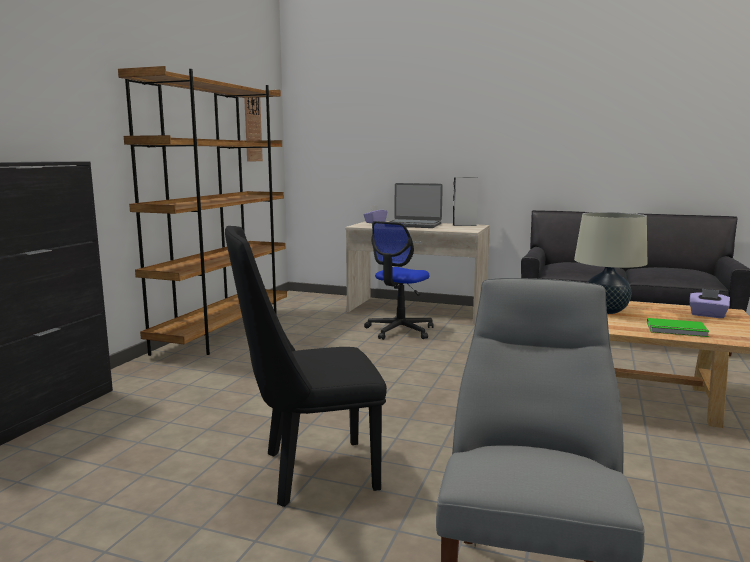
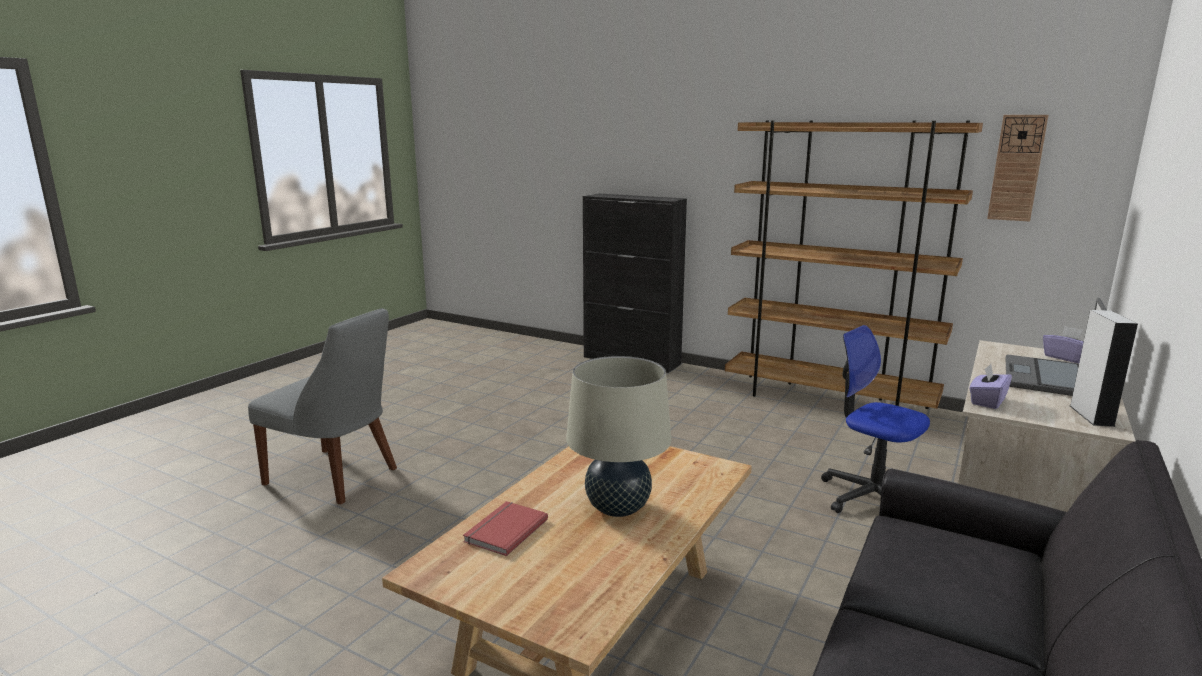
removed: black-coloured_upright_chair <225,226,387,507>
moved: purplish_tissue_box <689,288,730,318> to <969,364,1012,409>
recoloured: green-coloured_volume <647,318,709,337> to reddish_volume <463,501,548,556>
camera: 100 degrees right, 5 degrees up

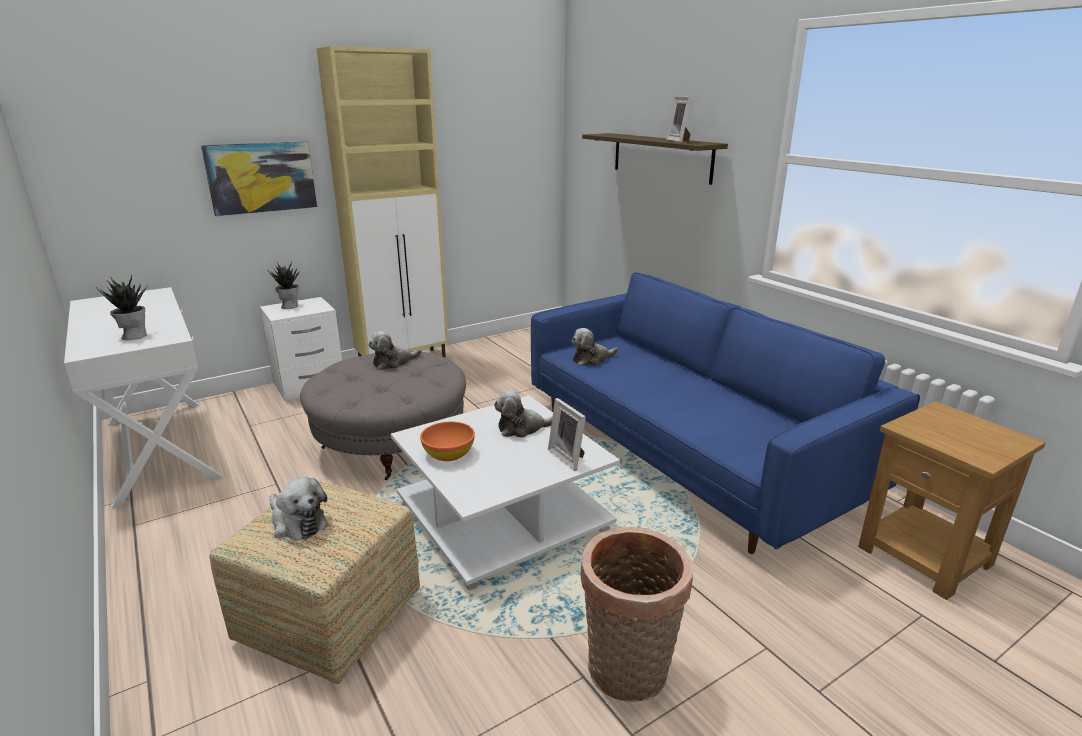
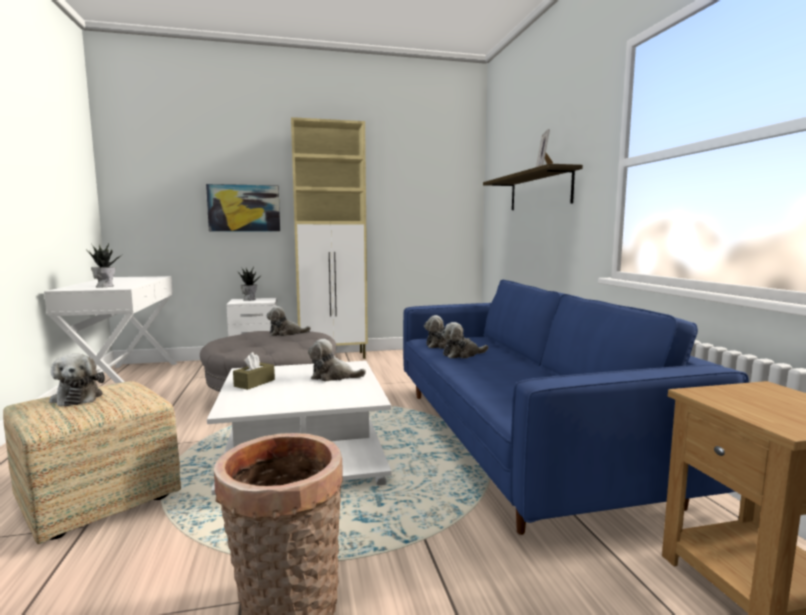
removed: picture_frame <548,398,586,471>
added: cuddly_toy <442,322,488,358>
replaced: orangey_serving_bowl <420,421,475,461> to brown-coloured_tissue_box <233,352,275,390>
camera: 20 degrees right, 15 degrees down

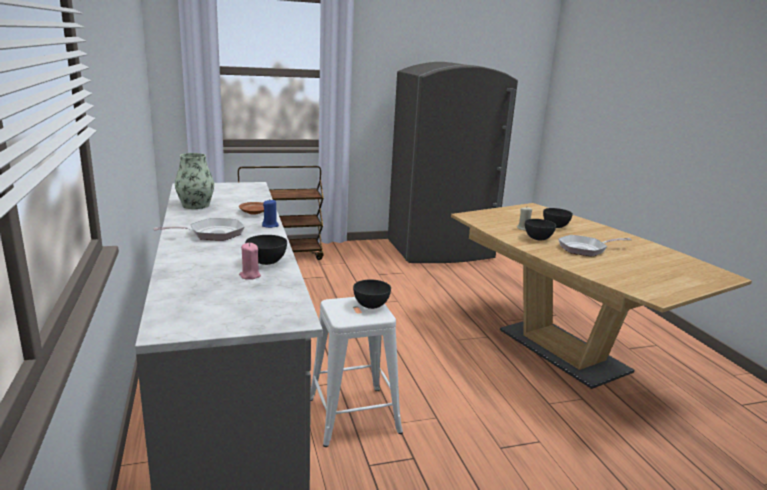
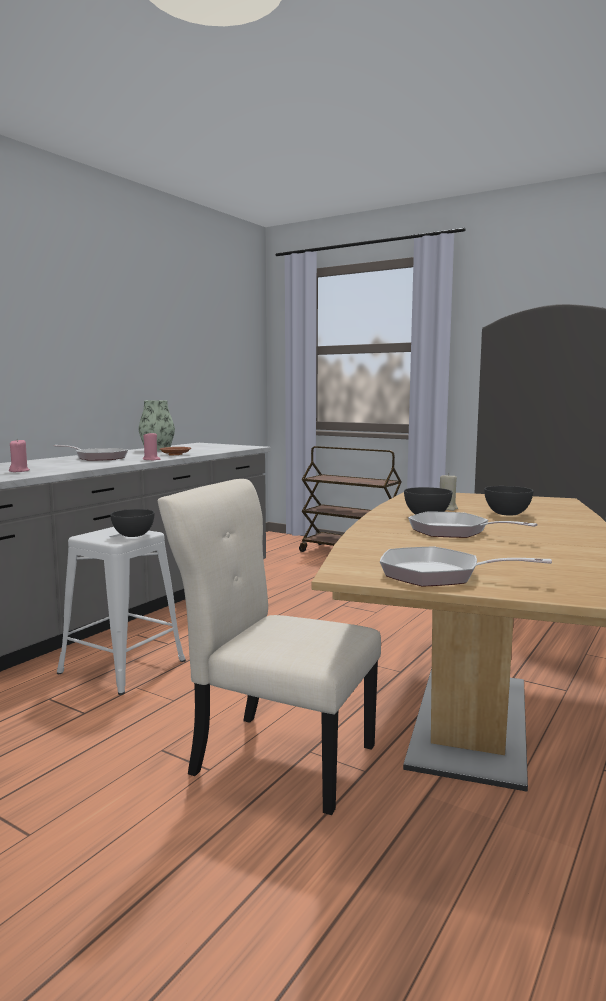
removed: grey_serving_bowl <245,235,287,265>
added: beige-coloured_upright_chair <157,479,381,815>; frying_pan <380,547,552,587>
recoloured: bluish_candle <262,200,279,228> to pinkish_candle <143,433,160,460>
camera: 50 degrees right, 10 degrees down

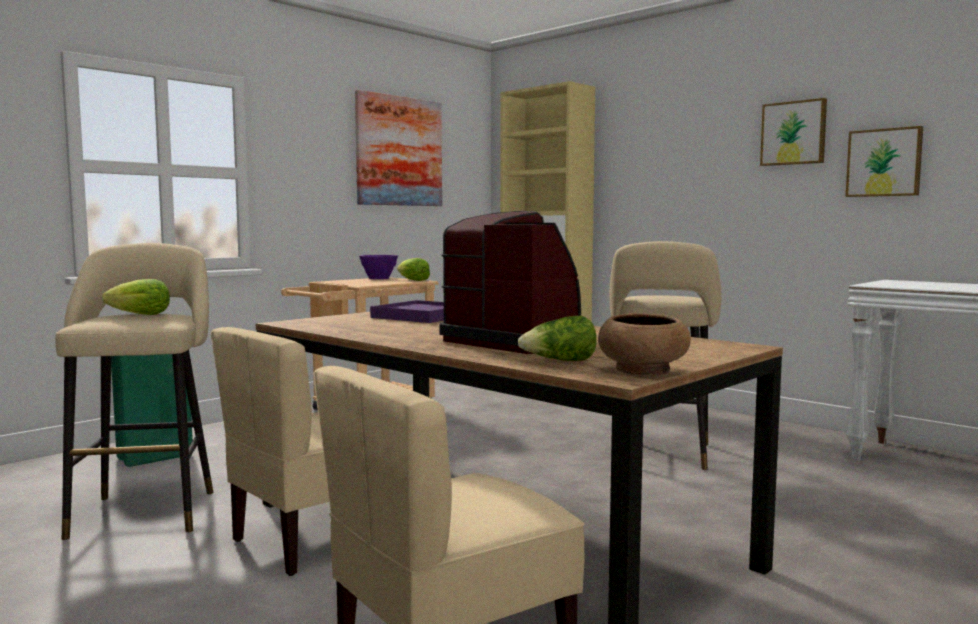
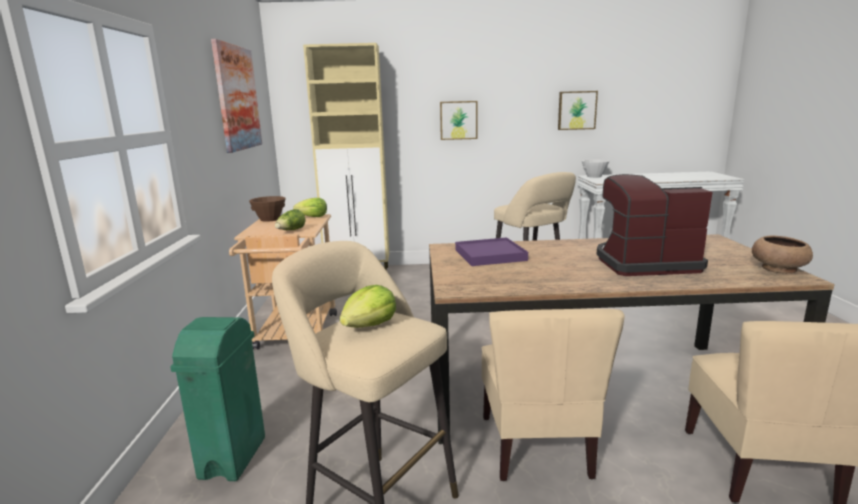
added: whitish_serving_bowl <582,160,609,178>
moved: lettuce_head <518,316,597,361> to <275,209,306,230>; picture <760,98,827,166> to <440,101,478,140>
recoloured: purplish_serving_bowl <359,255,398,279> to brown-coloured_serving_bowl <249,196,286,222>
camera: 45 degrees left, 10 degrees up

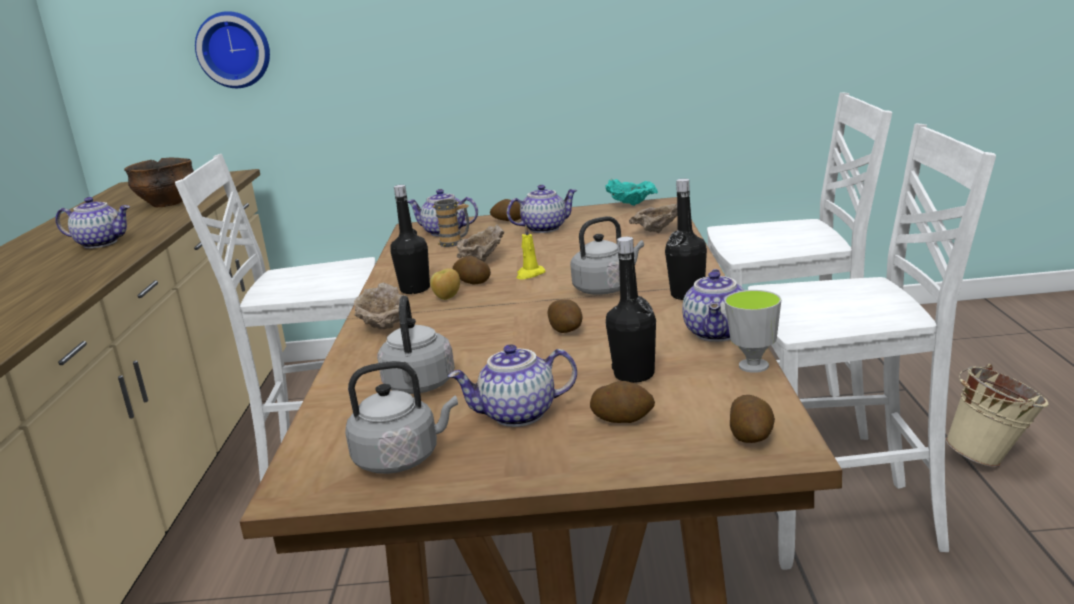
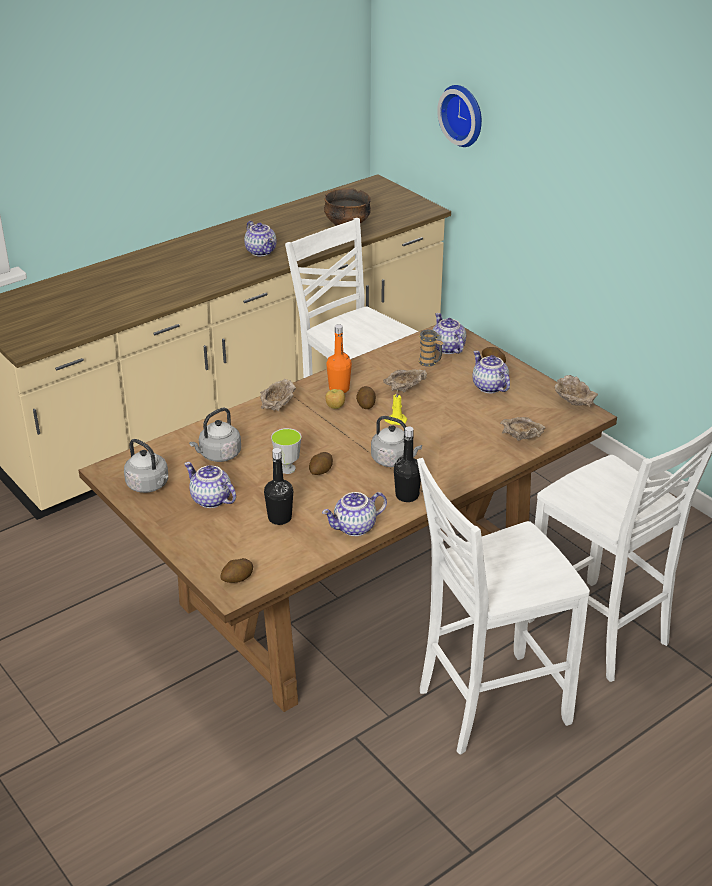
removed: potato <590,381,655,423>; beige-coloured_water_bucket <945,364,1049,467>
moved: cup <724,290,781,373> to <271,428,301,474>
recoloured: black-coloured_beverage_bottle <390,185,430,294> to orangey_beverage_bottle <326,324,352,393>; turquoise-coloured_serving_bowl <605,178,658,206> to beige-coloured_serving_bowl <555,375,598,407>
turned: whitish_upright_chair <748,124,996,570> = <417,458,590,755> 105 degrees clockwise; tea_pot <507,185,577,233> = <473,351,510,393> 150 degrees counterclockwise
camera: 50 degrees right, 15 degrees up

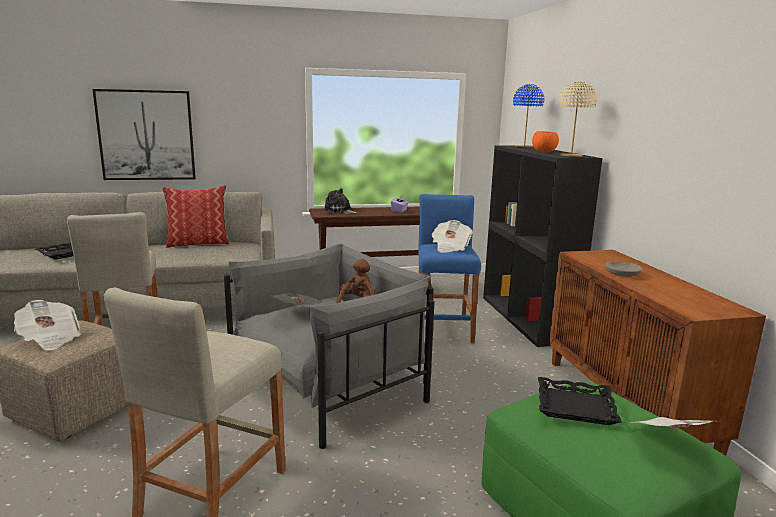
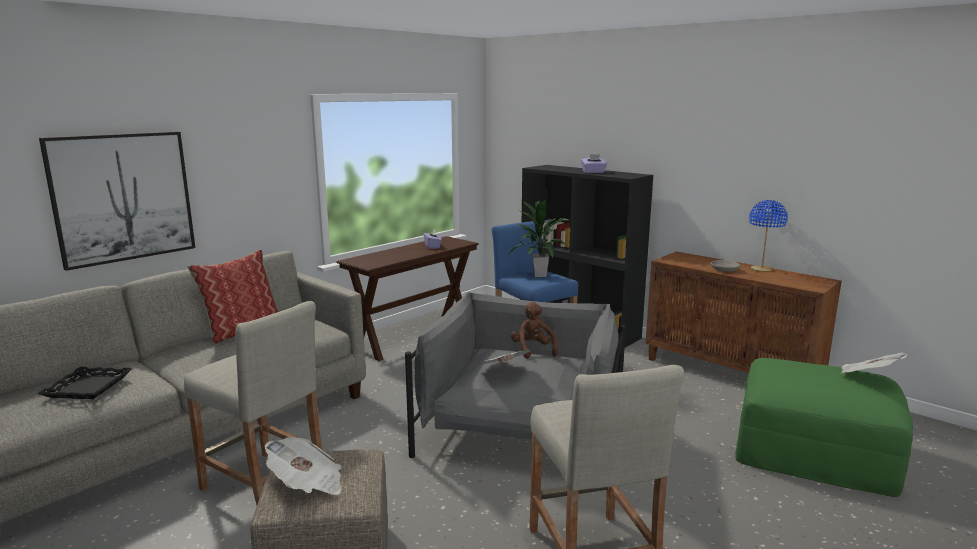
removed: cuddly_toy <324,188,359,214>; black-coloured_carrying_tray <538,377,622,425>; beige-coloured_lamp_for_a_table <559,81,597,157>
moved: bluish_lamp_for_a_table <513,84,544,147> to <749,200,788,272>
replaced: printed_paper <431,220,473,253> to potted_plant <508,199,568,277>; orangey_serving_bowl <532,131,559,152> to purplish_tissue_box <581,154,607,173>
camera: 35 degrees left, 0 degrees up

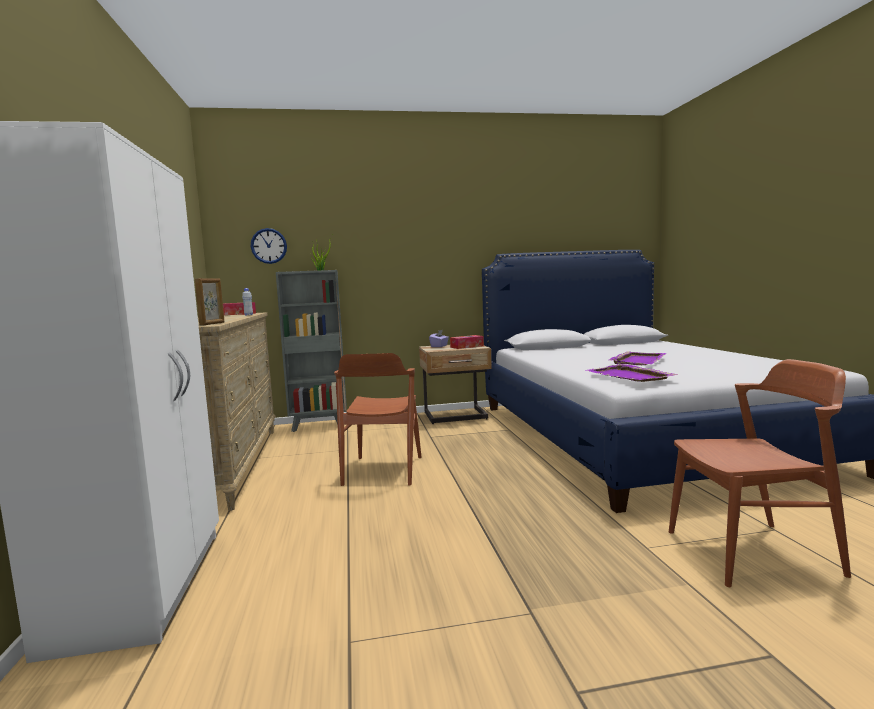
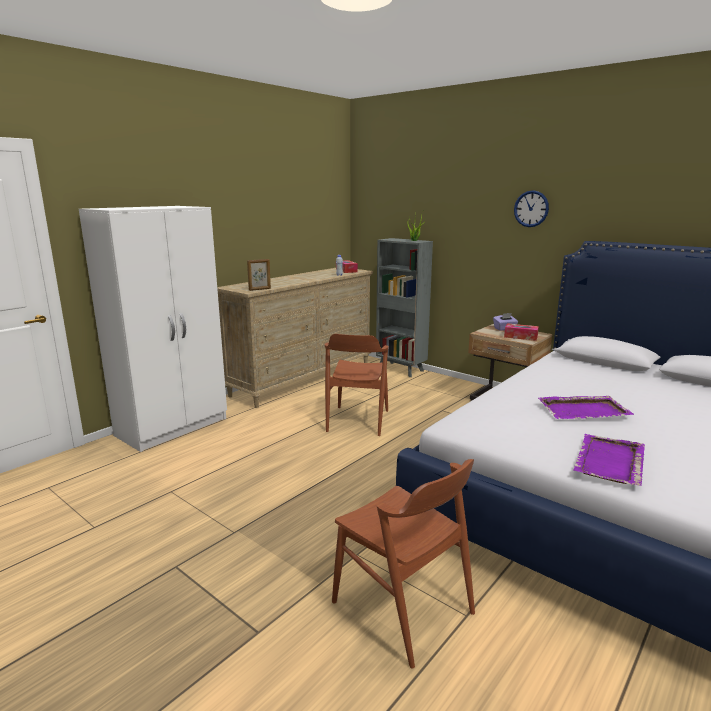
moved: wall_clock <251,228,287,264> to <514,190,549,227>; purplish_carrying_tray <587,364,678,382> to <573,434,645,486>
turned: brown-coloured_upright_chair <334,353,422,486> = <325,334,388,436> 45 degrees counterclockwise
camera: 50 degrees right, 10 degrees up

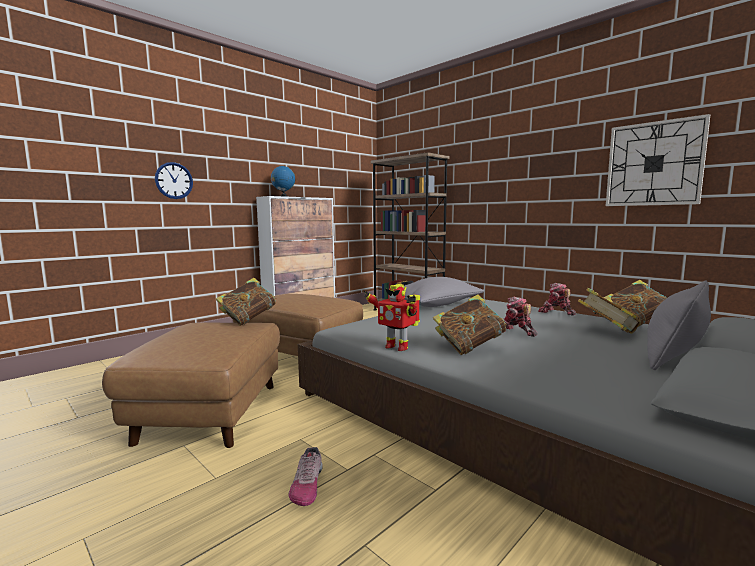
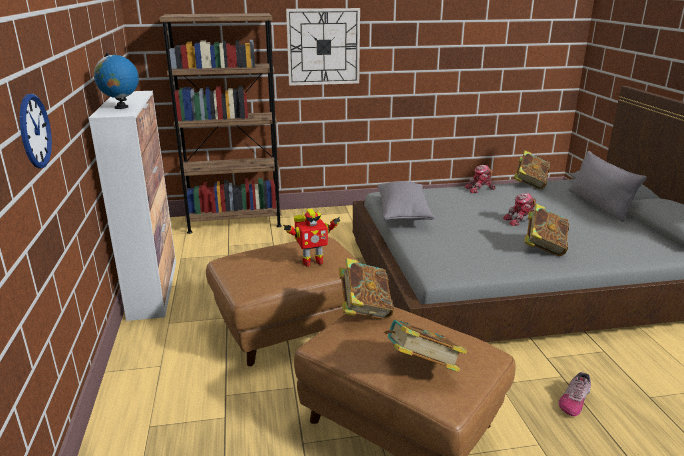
moved: toy_robot <364,284,420,351> to <283,209,340,267>; wall_clock <606,114,711,206> to <286,8,360,86>; volume <578,288,641,334> to <384,320,467,372>
turned: shoe <289,447,323,506> = <558,372,591,416> 90 degrees clockwise
camera: 55 degrees left, 15 degrees up

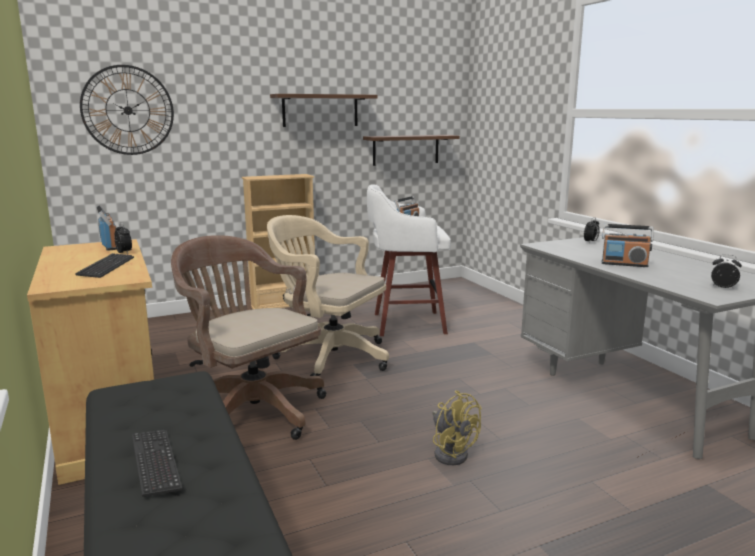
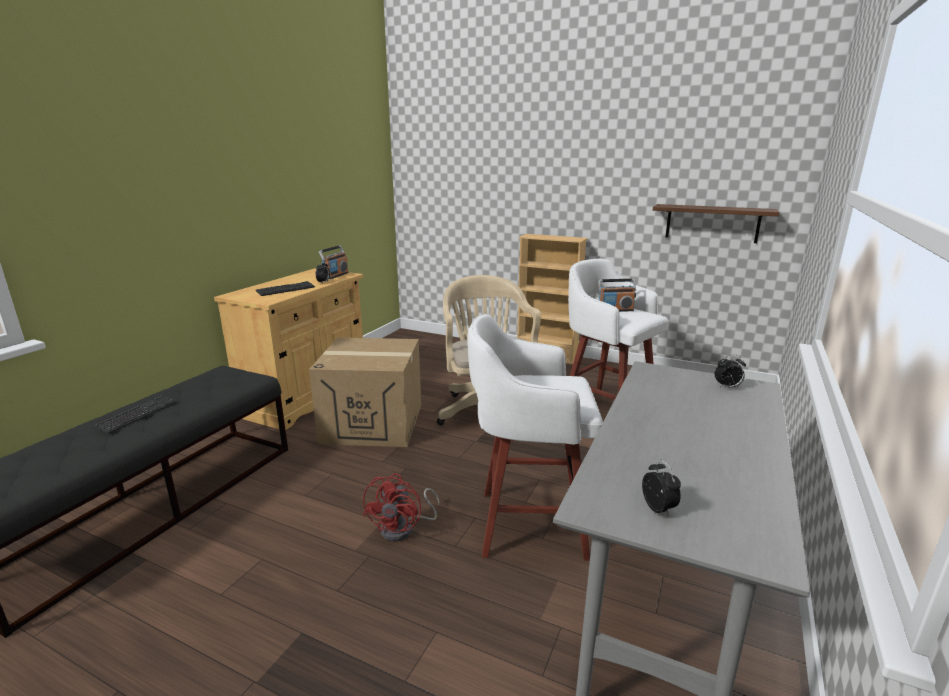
removed: wall_clock <80,65,174,155>; shelf <270,94,378,127>; radio_set <602,224,654,267>
added: whitish_stool <467,314,603,561>
replaced: brown-coloured_computer_chair <171,235,326,440> to packing_box <309,337,421,447>
recoloured: yellowish_electric_fan <432,390,482,465> to reddish_electric_fan <363,473,440,542>
camera: 50 degrees right, 5 degrees up

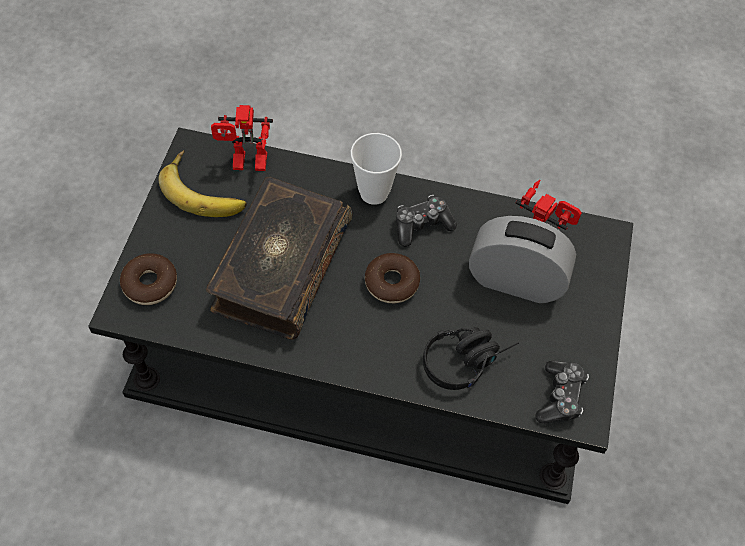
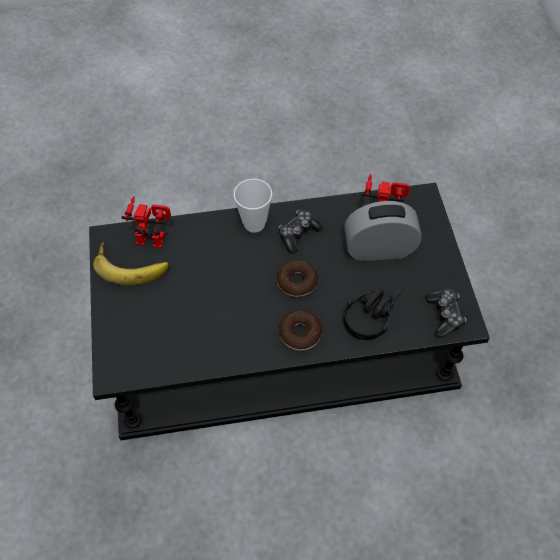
removed: volume <206,177,352,340>
moved: donut <120,253,177,305> to <278,310,322,351>
turned: toy_robot <211,105,273,171> = <122,196,171,248> 150 degrees counterclockwise
camera: 20 degrees left, 0 degrees up

